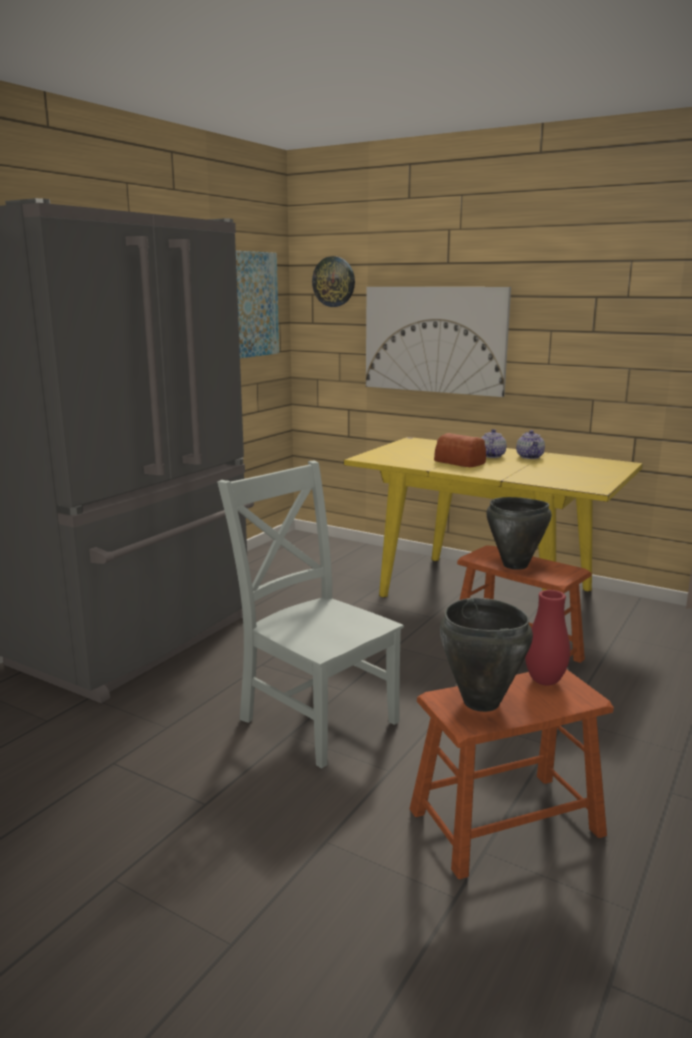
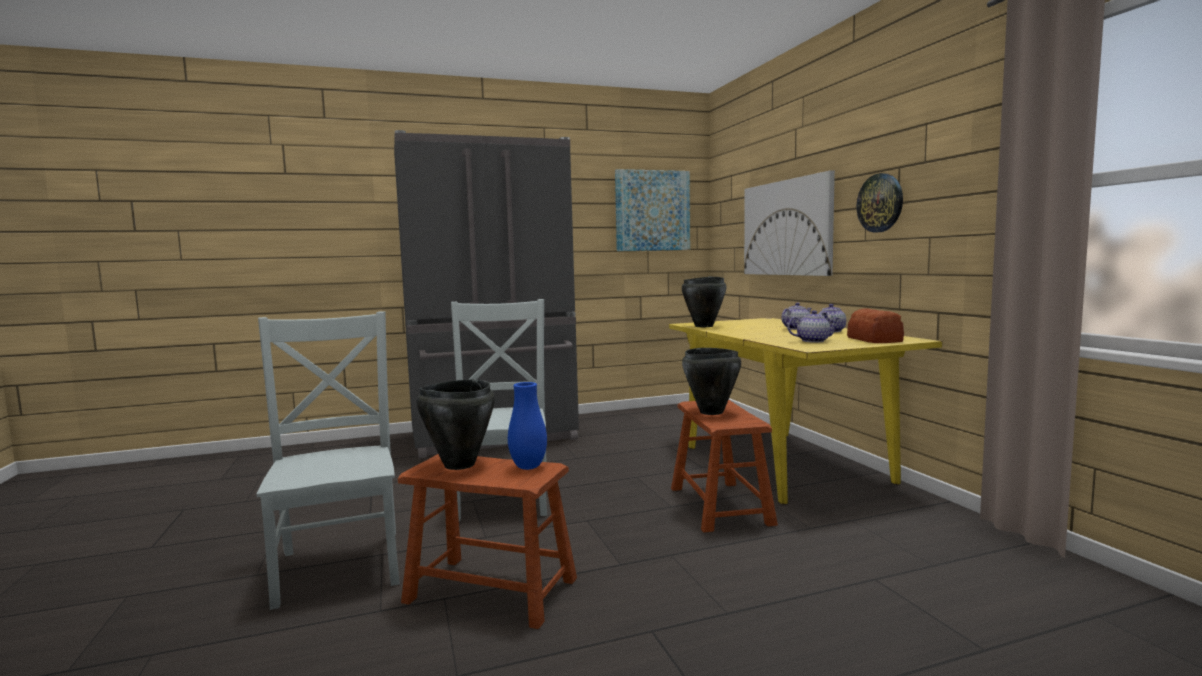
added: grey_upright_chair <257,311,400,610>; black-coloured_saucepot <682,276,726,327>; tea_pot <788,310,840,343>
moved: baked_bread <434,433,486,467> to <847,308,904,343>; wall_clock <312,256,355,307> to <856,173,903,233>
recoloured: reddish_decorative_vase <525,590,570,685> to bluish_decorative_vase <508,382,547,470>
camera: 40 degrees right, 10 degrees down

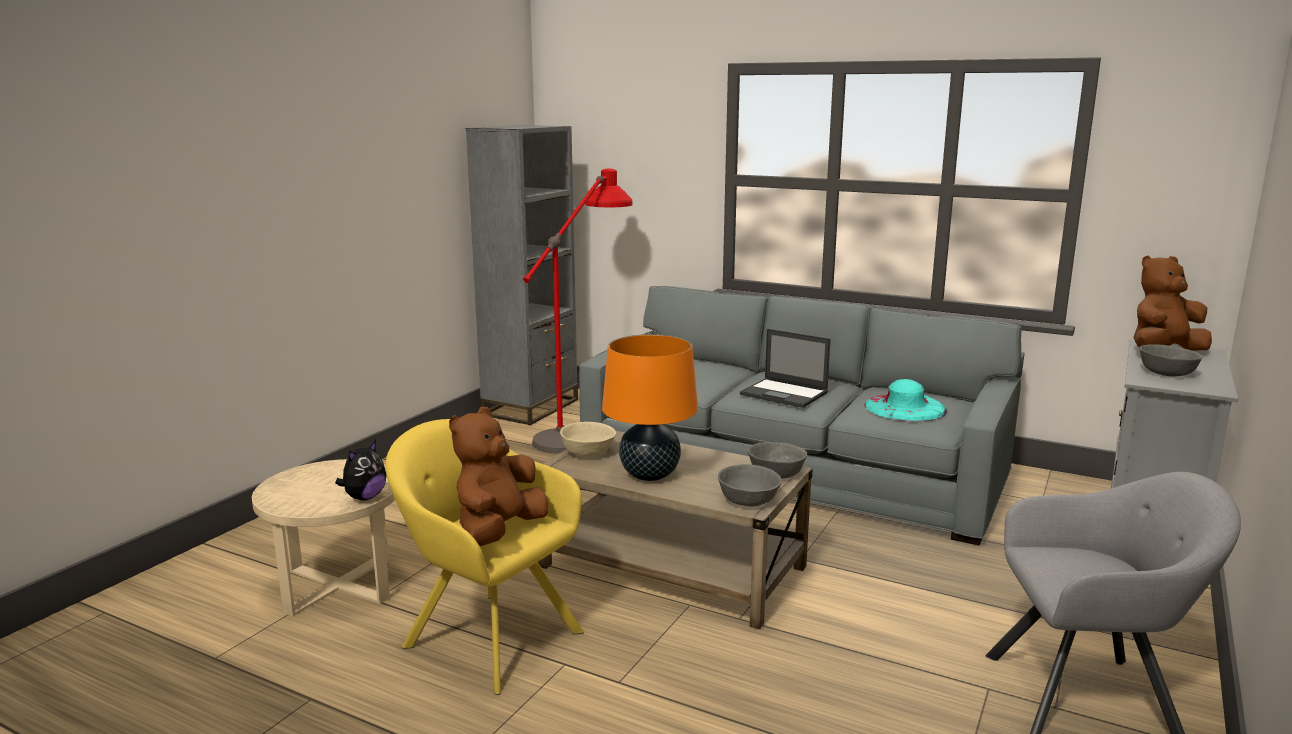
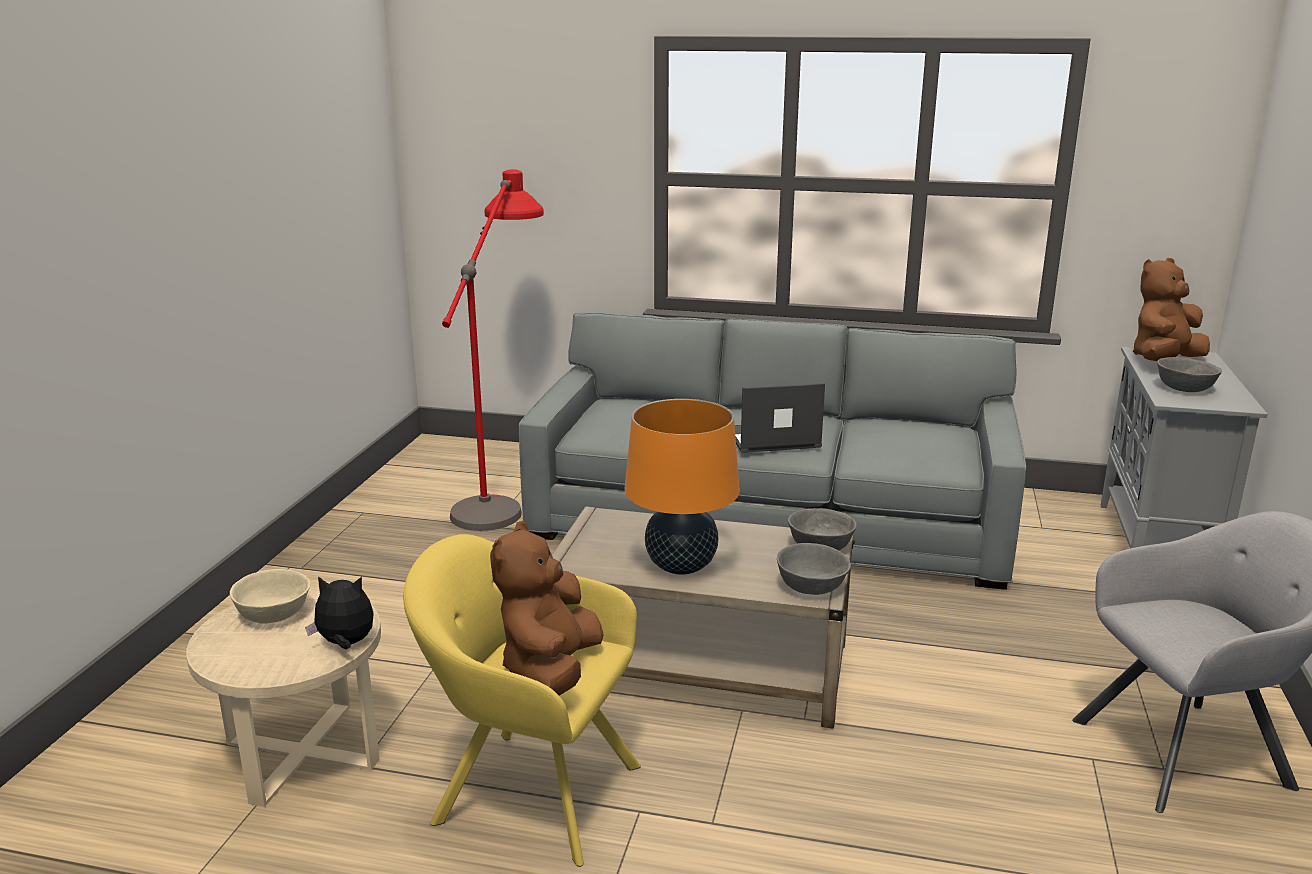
removed: grey_bookshelf <466,125,578,425>; turquoise-coloured_hat <865,379,947,422>
moved: beige-coloured_serving_bowl <560,422,616,457> to <230,569,311,624>
turned: cuddly_toy <335,440,386,501> = <305,576,373,649> 105 degrees counterclockwise; portable_computer <740,329,831,408> = <735,383,825,453> 150 degrees clockwise
camera: 15 degrees left, 5 degrees up

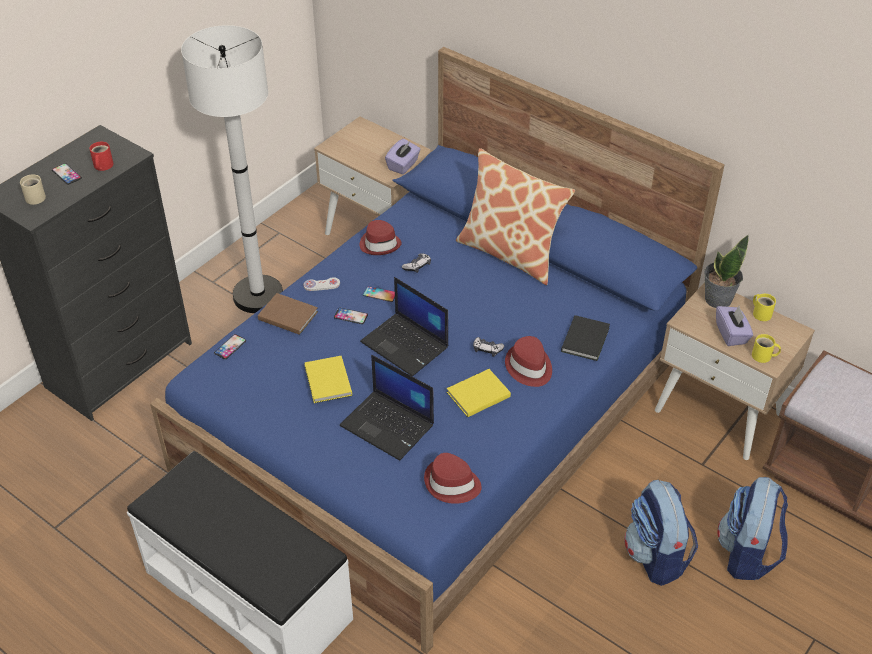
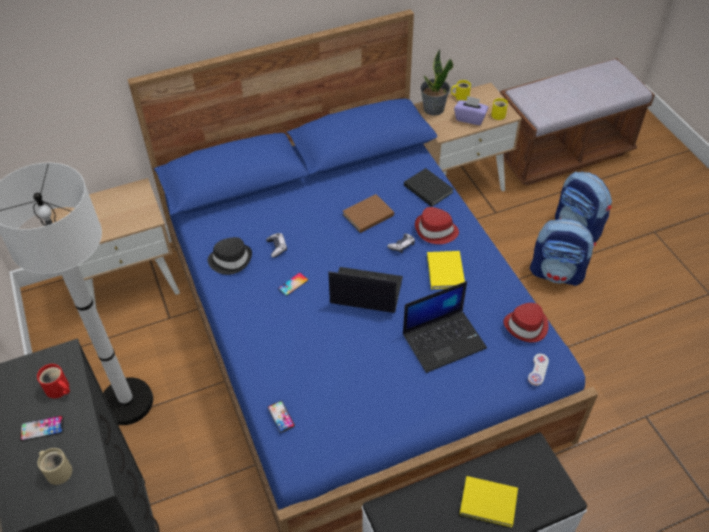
removed: handset <334,308,368,324>; purplish_tissue_box <385,139,421,175>; pillow <456,148,575,285>
moved: brown-coloured_volume <258,293,318,335> to <343,194,394,233>; yellowish_volume <304,356,352,403> to <459,476,518,527>; whitish_gamepad <304,277,340,291> to <528,354,549,386>
recoloured: reddish_hat <360,220,402,255> to black-coloured_hat <208,237,252,275>
turned: portable_computer <360,277,448,376> = <328,267,403,313> 150 degrees counterclockwise
camera: 60 degrees left, 5 degrees up

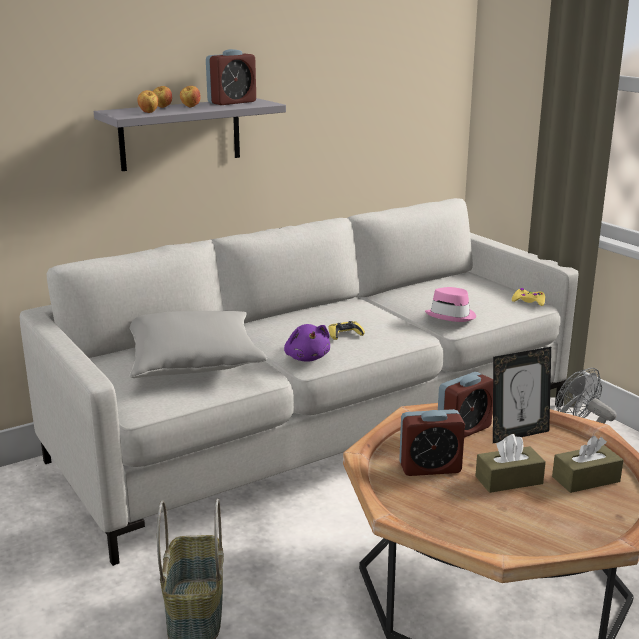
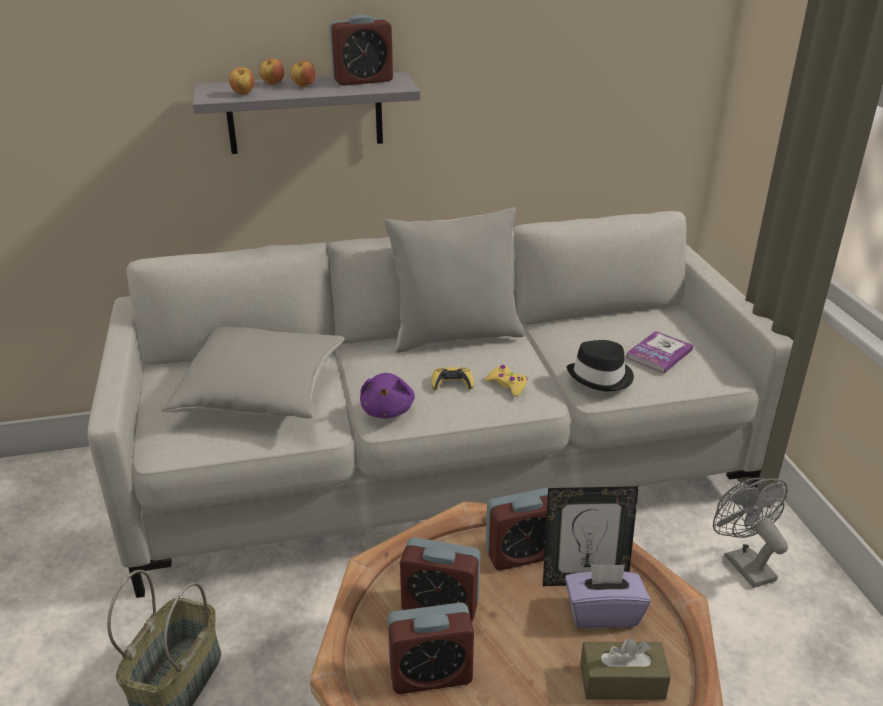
removed: brown-coloured_tissue_box <475,434,546,493>
added: grey_pillow <384,208,525,353>; table_clock <387,603,474,694>; purplish_tissue_box <565,564,650,628>; volume <626,331,693,373>
moved: yellowish_gamepad <512,288,545,306> to <485,365,528,397>
recoloured: pinkish_hat <425,287,476,322> to black-coloured_hat <566,340,634,391>
camera: 20 degrees right, 10 degrees up

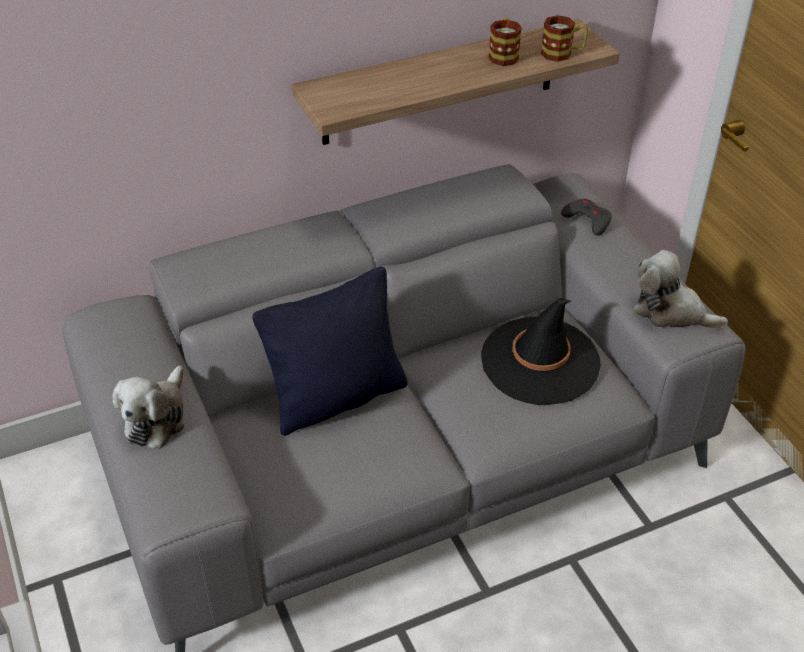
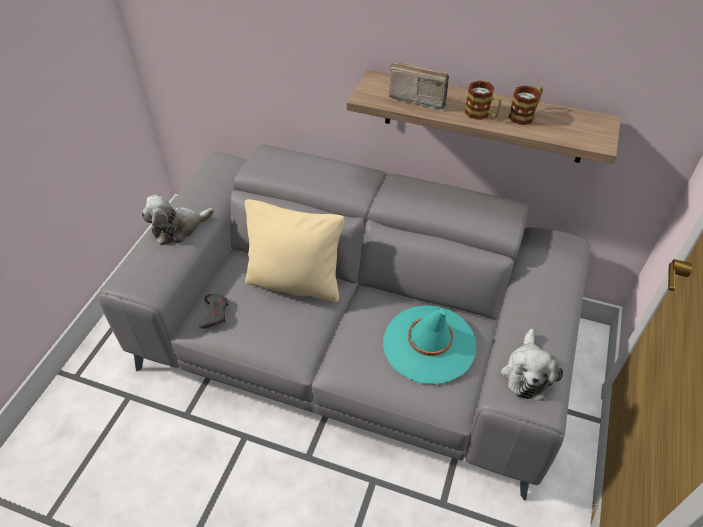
added: radio_set <389,62,449,109>
moved: grey_gamepad <561,199,612,236> to <199,294,228,329>; mug <541,15,588,62> to <465,80,502,120>
recoloured: black-coloured_pillow <252,267,408,436> to beige-coloured_pillow <245,199,344,303>; black-coloured_hat <481,298,601,405> to turquoise-coloured_hat <383,305,476,384>
turned: cuddly_toy <633,250,728,329> = <501,329,563,401> 150 degrees counterclockwise
camera: 45 degrees right, 5 degrees up

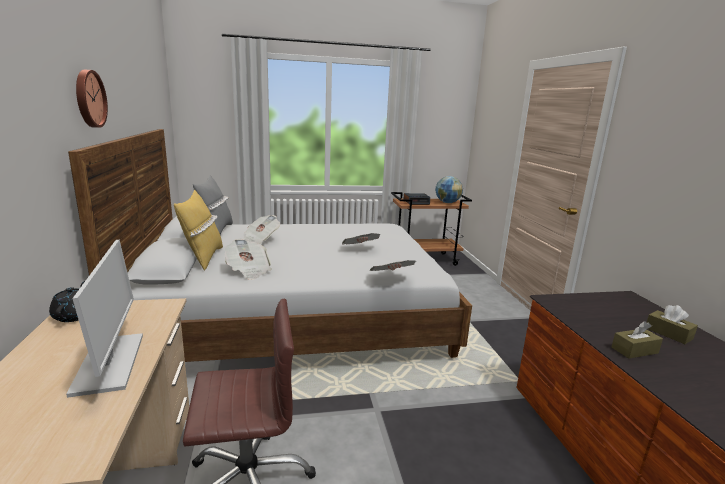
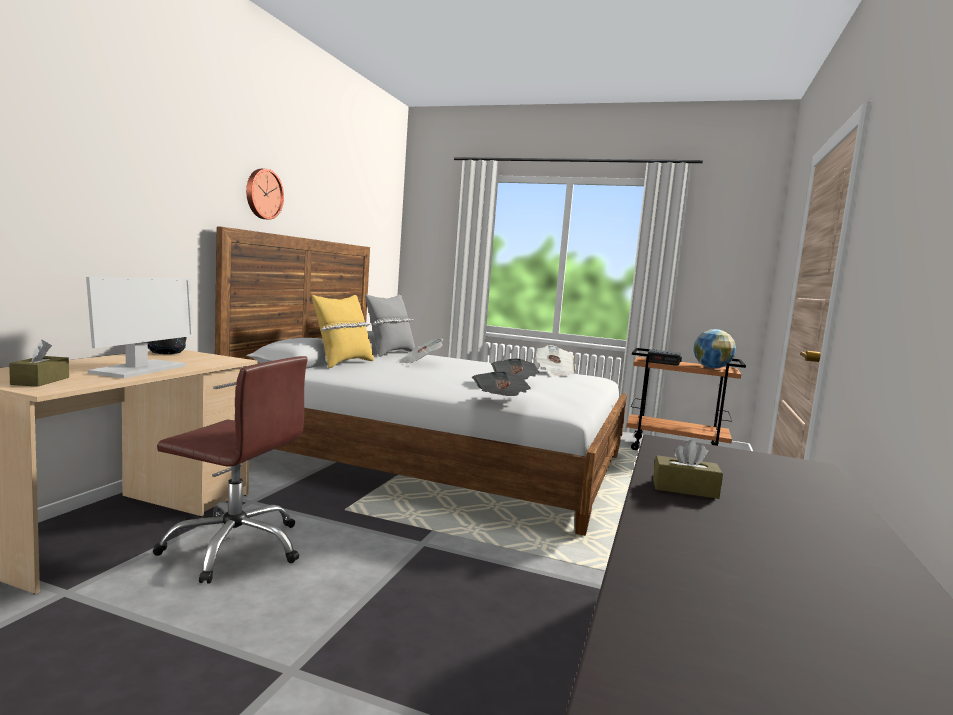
moved: brown-coloured_tissue_box <647,305,698,344> to <9,340,69,387>; printed_paper <224,239,272,280> to <535,345,576,377>
camera: 30 degrees right, 10 degrees down

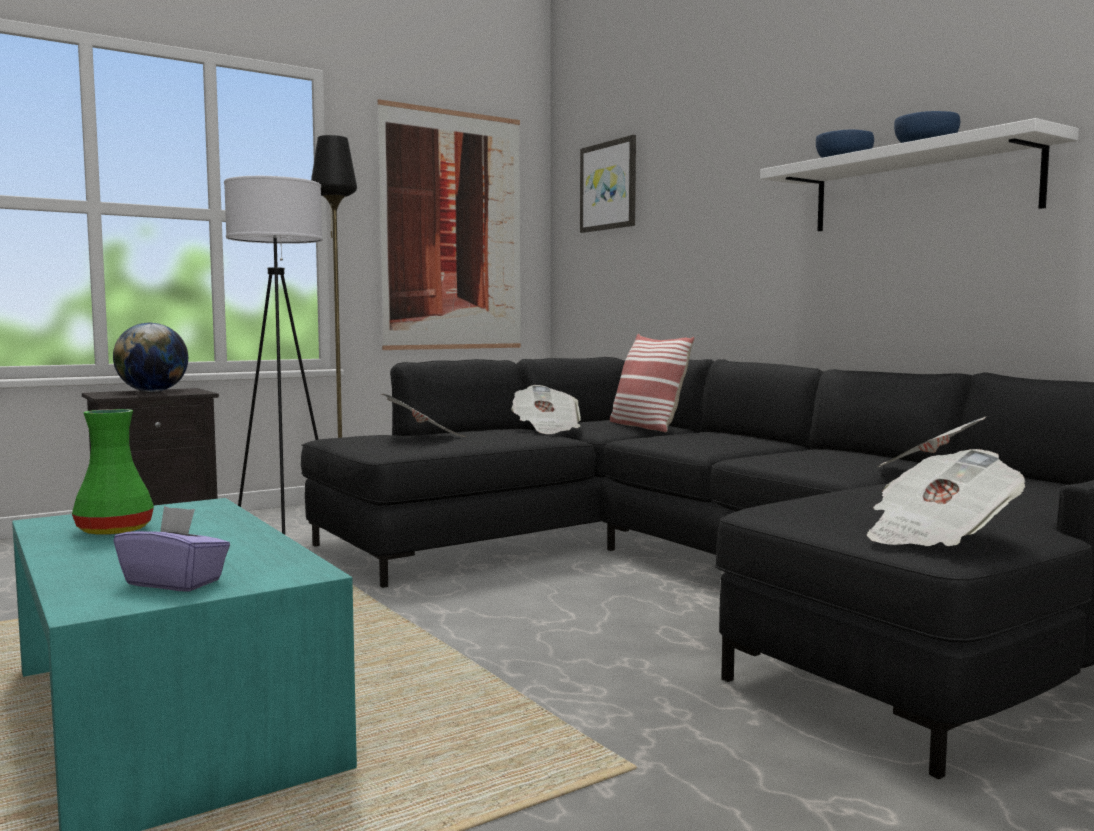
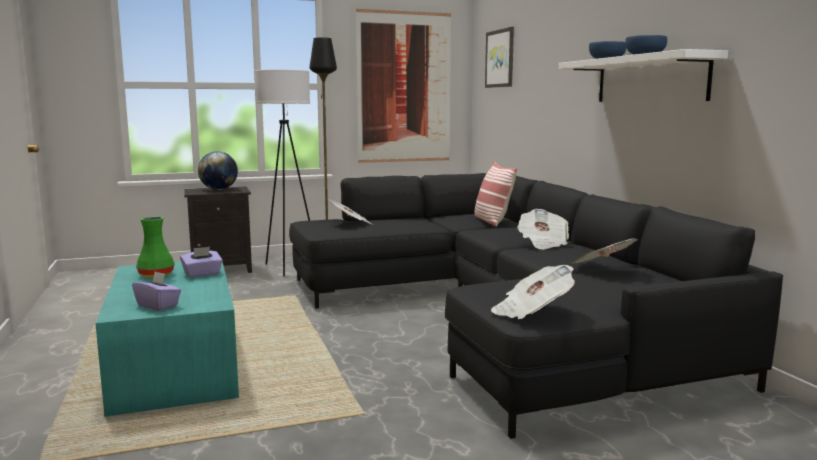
added: purplish_tissue_box <180,247,223,278>
moved: printed_paper <511,385,581,434> to <517,209,569,249>
camera: 15 degrees right, 5 degrees up

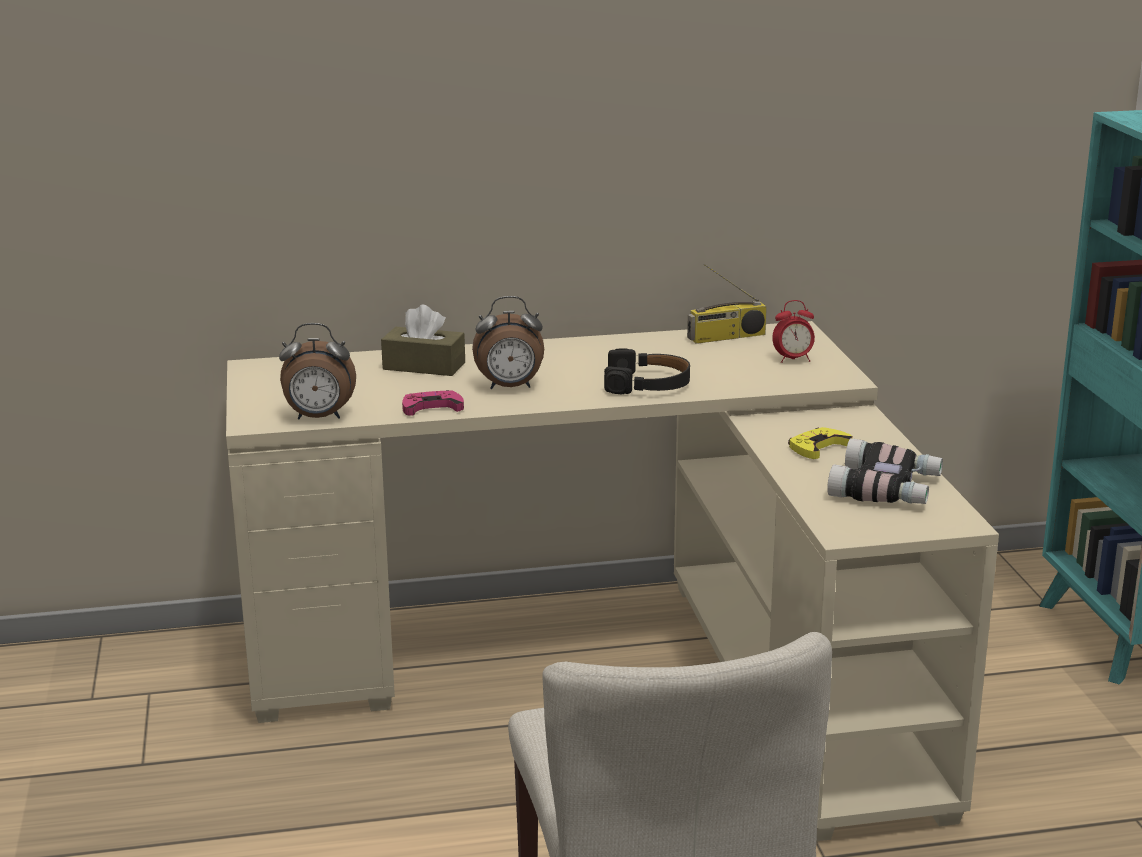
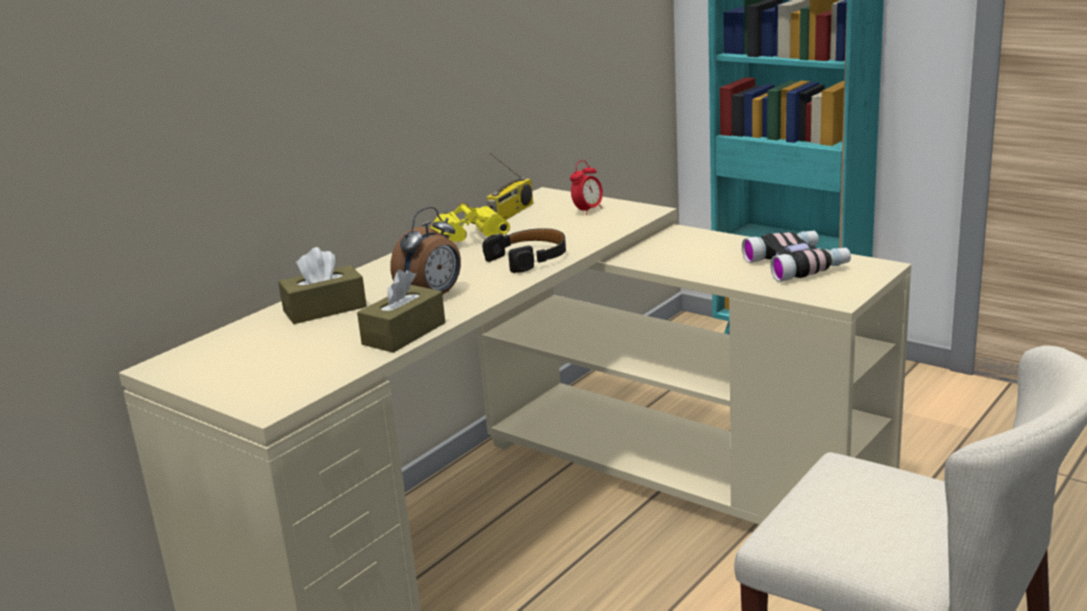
removed: table_clock <279,323,356,419>; yellowish_gamepad <788,427,853,459>
added: yellowish_binoculars <430,201,510,242>
replaced: pinkish_gamepad <402,390,464,415> to brown-coloured_tissue_box <357,270,445,353>
camera: 40 degrees left, 0 degrees up

